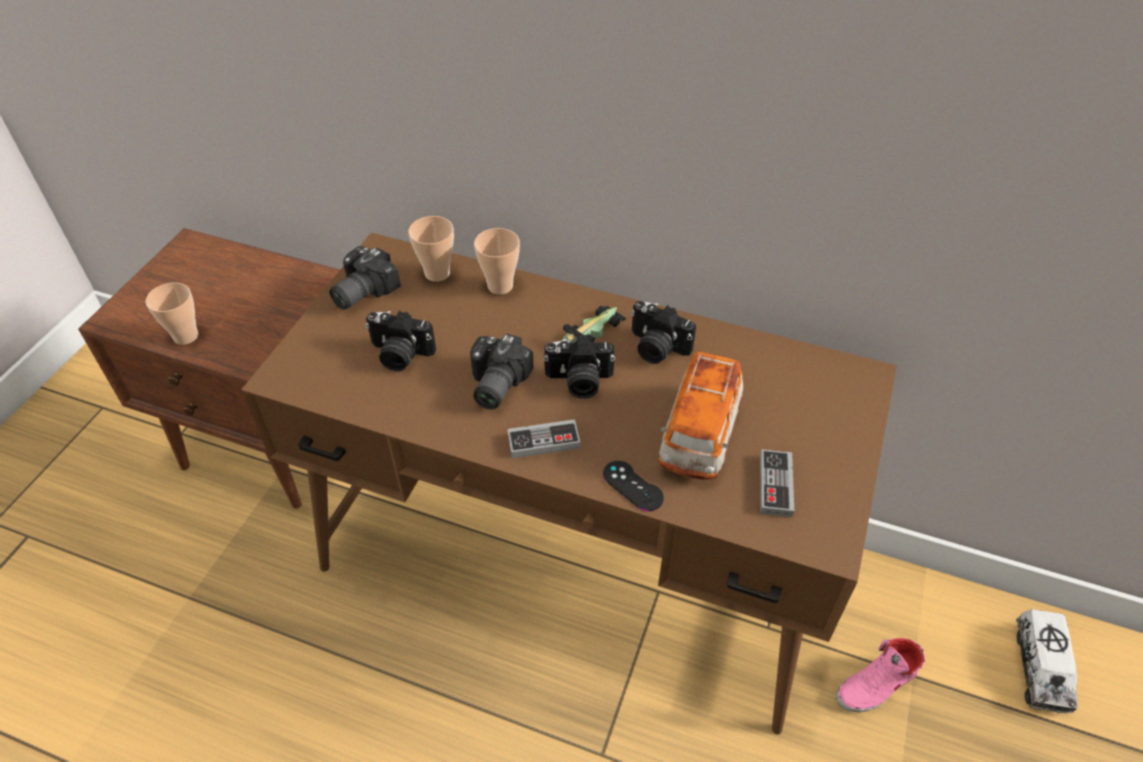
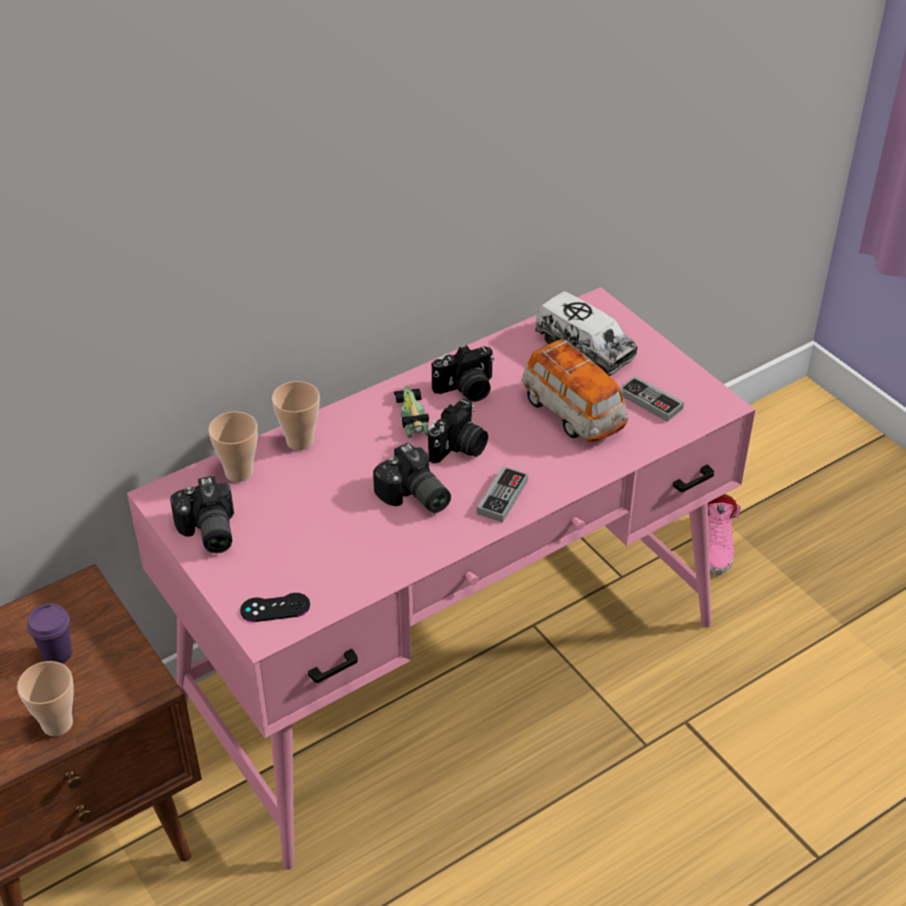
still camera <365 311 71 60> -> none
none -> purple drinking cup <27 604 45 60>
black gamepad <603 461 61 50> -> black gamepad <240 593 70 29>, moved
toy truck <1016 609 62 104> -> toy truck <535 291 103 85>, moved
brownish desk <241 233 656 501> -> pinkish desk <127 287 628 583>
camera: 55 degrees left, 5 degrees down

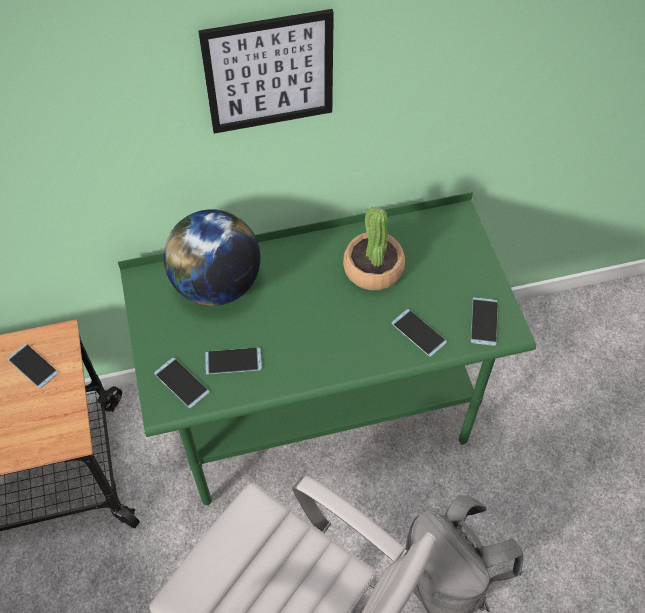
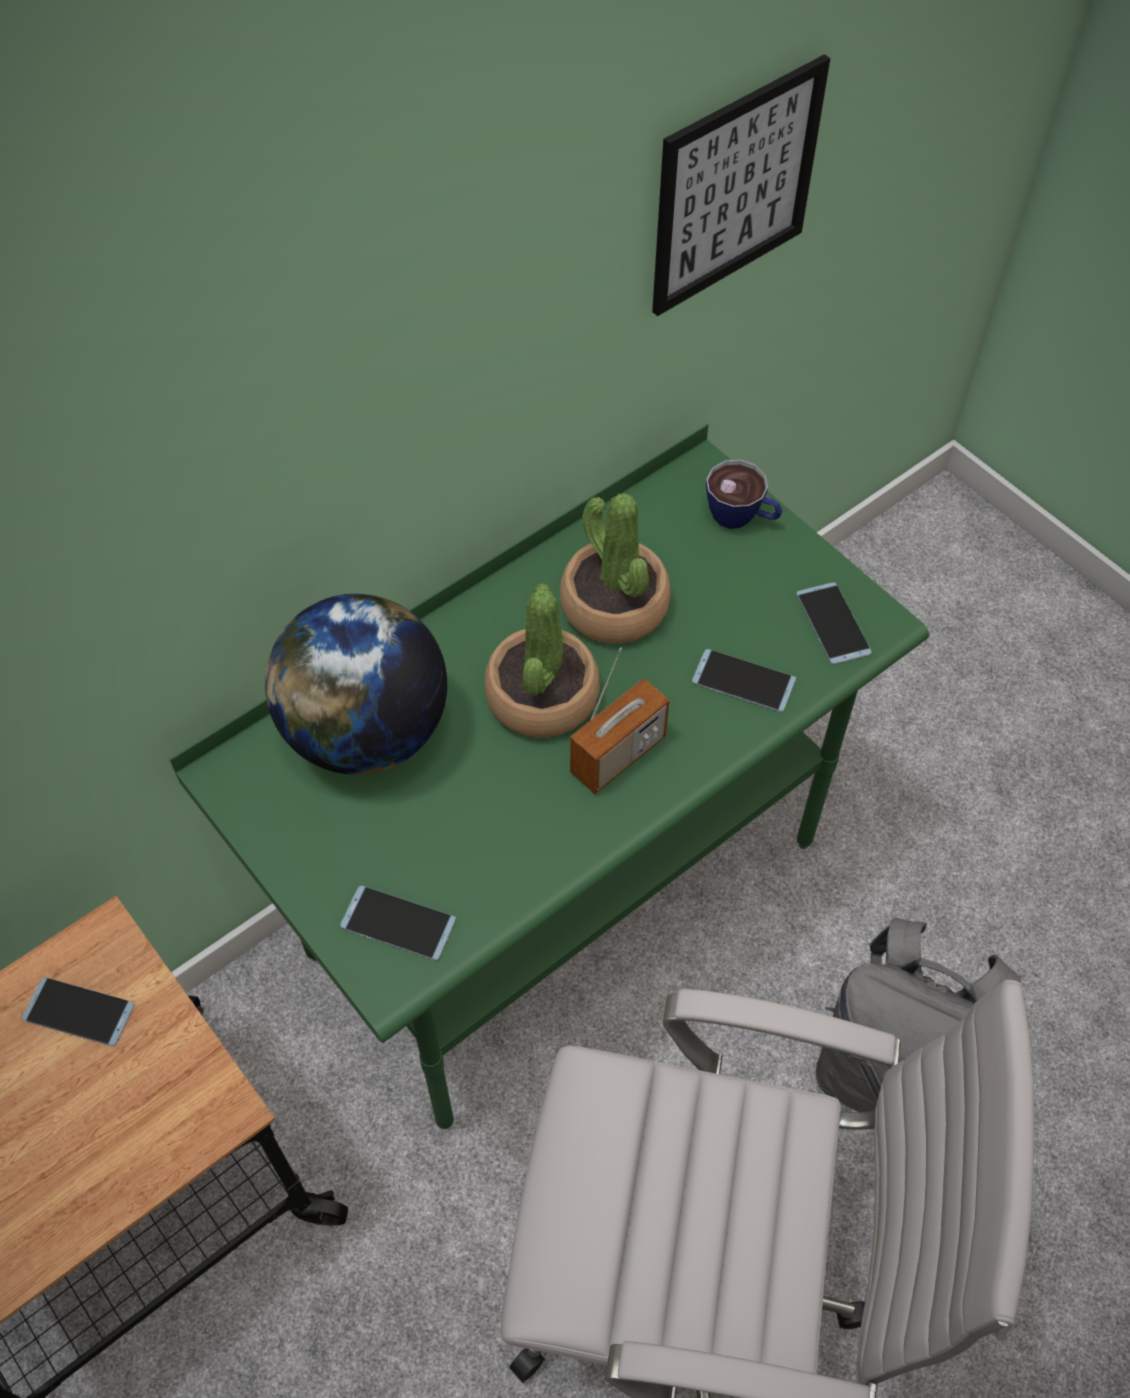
telephone <205 348 57 26> -> none
none -> plant in a pot <484 583 116 155>
none -> radio set <570 647 100 147>
none -> drinking cup <706 459 77 70>
wall art <198 9 136 125> -> wall art <652 54 178 262>, moved
camera: 25 degrees left, 0 degrees up

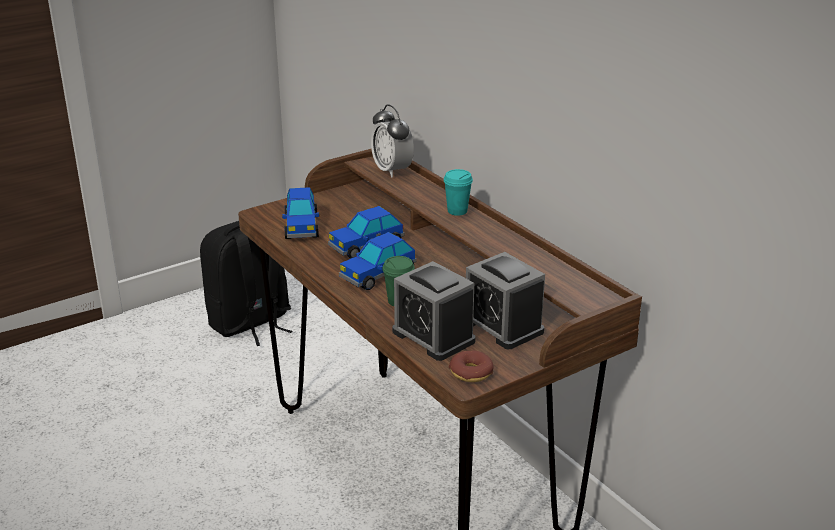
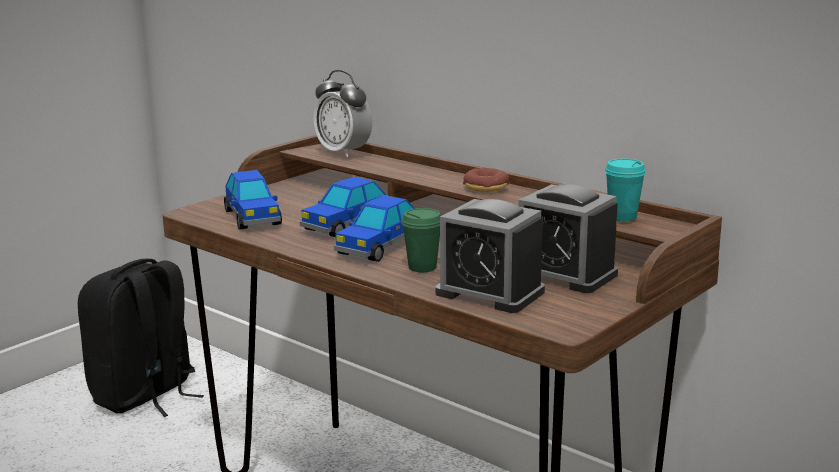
turquoise drinking cup <444 169 29 47> -> turquoise drinking cup <605 159 41 62>, moved
doughnut <449 351 44 31> -> doughnut <463 168 46 24>, moved
camera: 15 degrees left, 10 degrees down

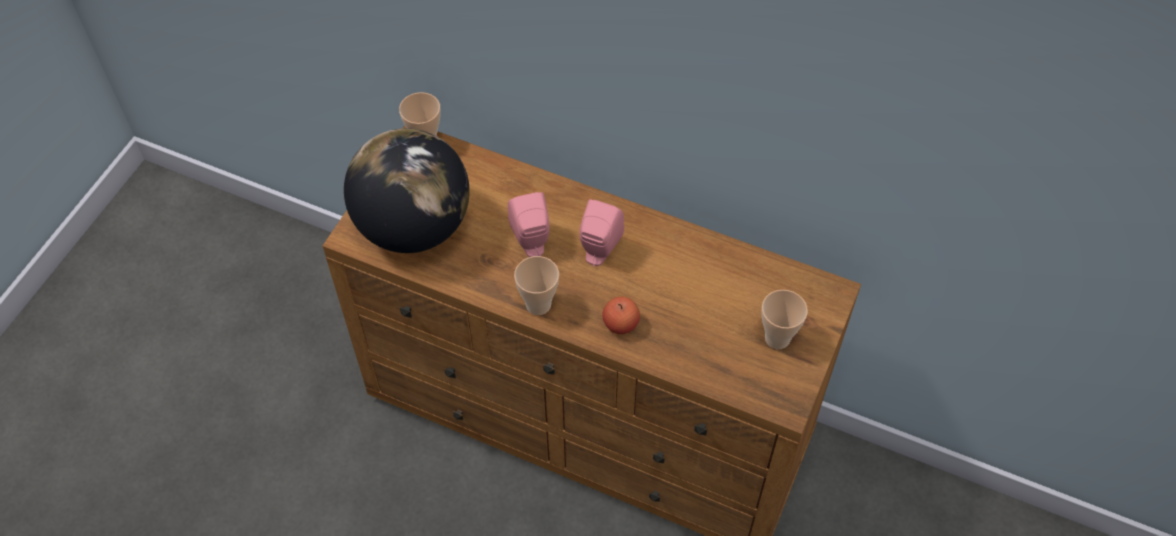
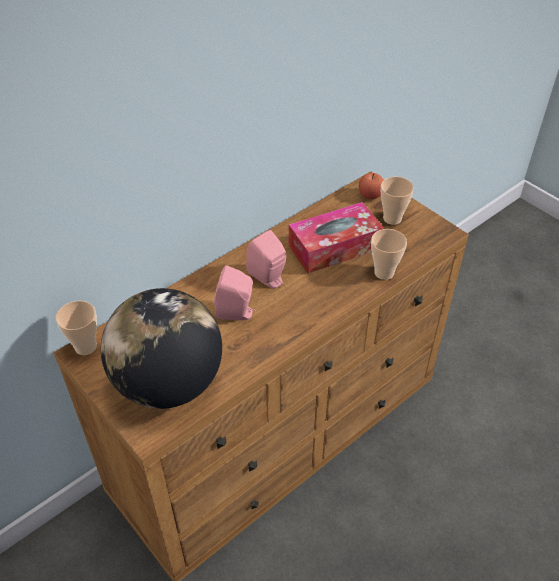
none -> tissue holder <289 202 95 71>
drinking cup <514 256 45 59> -> drinking cup <371 229 36 51>, moved
apple fruit <602 297 38 37> -> apple fruit <359 173 24 26>, moved
camera: 65 degrees left, 10 degrees down

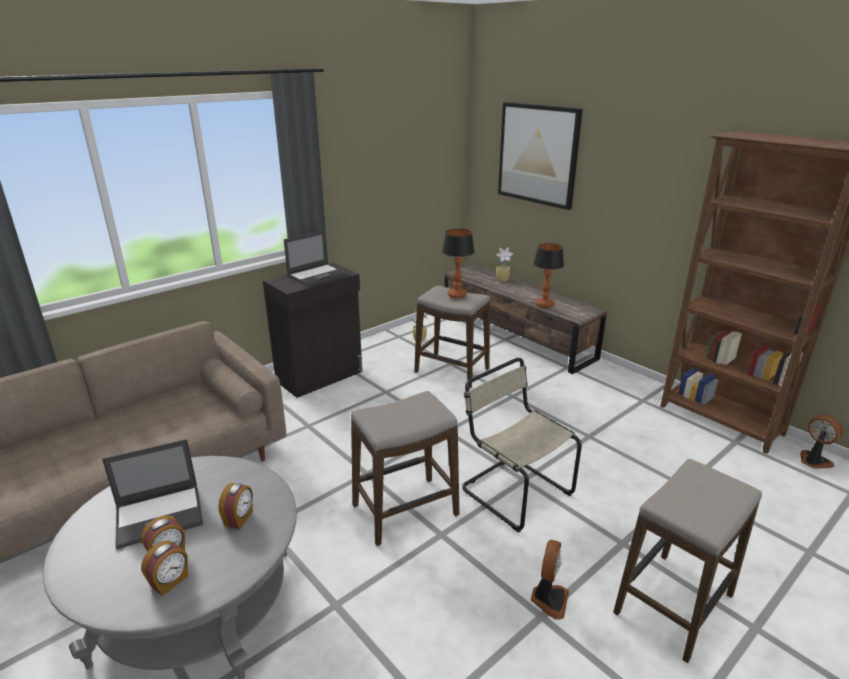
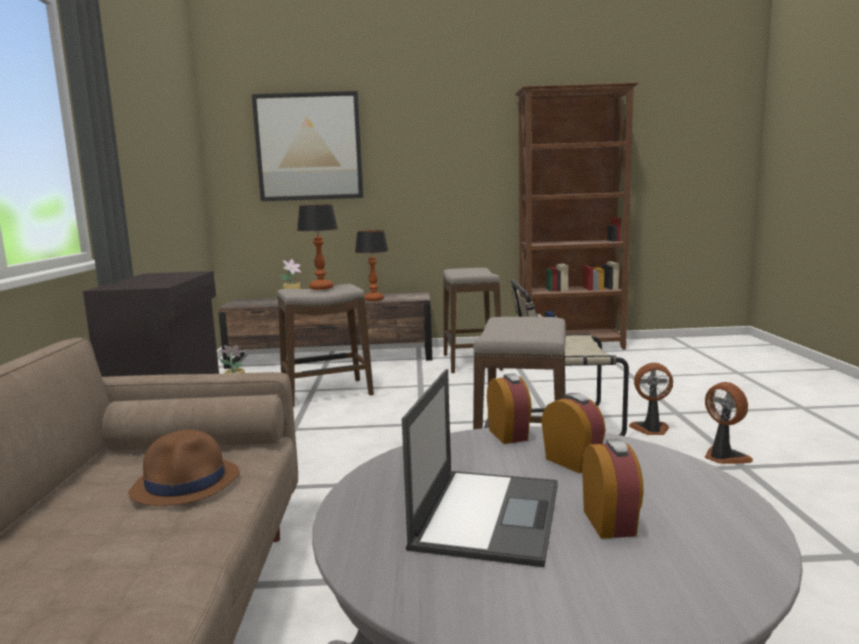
portable computer <284 230 63 56> -> none
none -> brownish clothing hat <128 430 112 76>
alarm clock <141 541 47 55> -> alarm clock <487 374 45 70>, moved
stool <613 459 149 204> -> stool <443 268 60 105>, moved
cooling fan <800 414 43 55> -> cooling fan <629 363 44 72>, moved
camera: 50 degrees left, 15 degrees down

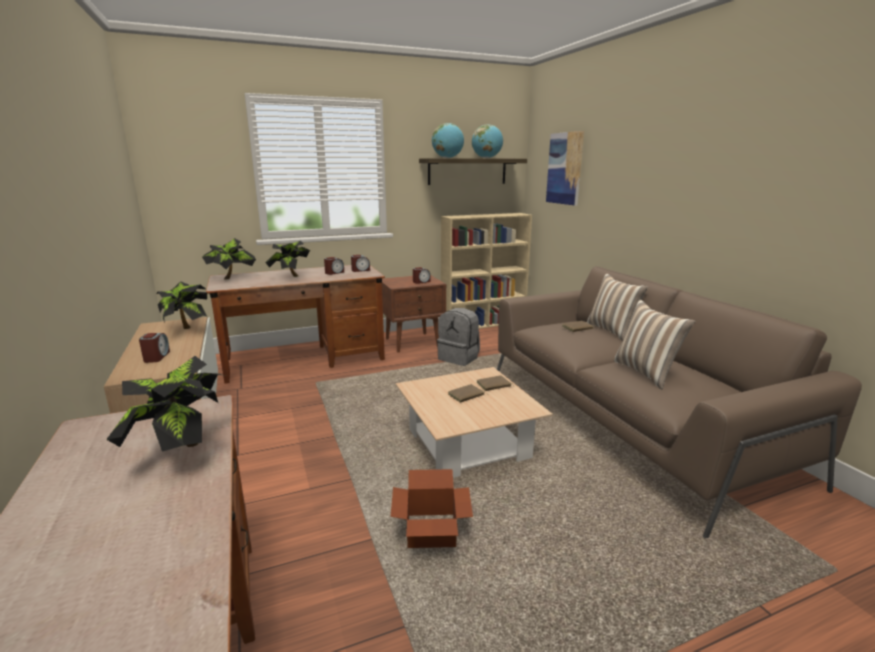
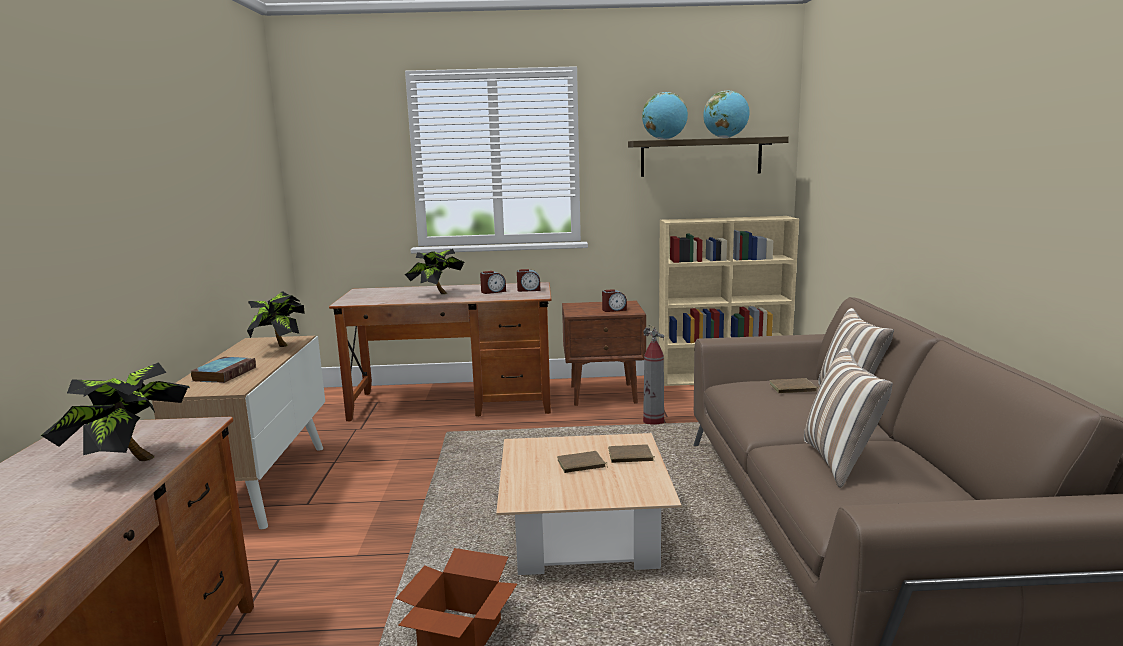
plant in a pot <202 238 54 41> -> none
wall art <546 131 38 75> -> none
alarm clock <139 333 31 30> -> bound book <191 357 65 26>
gray backpack <437 308 43 58> -> fire-fighting cylinder <643 324 21 101>
camera: 20 degrees right, 5 degrees down

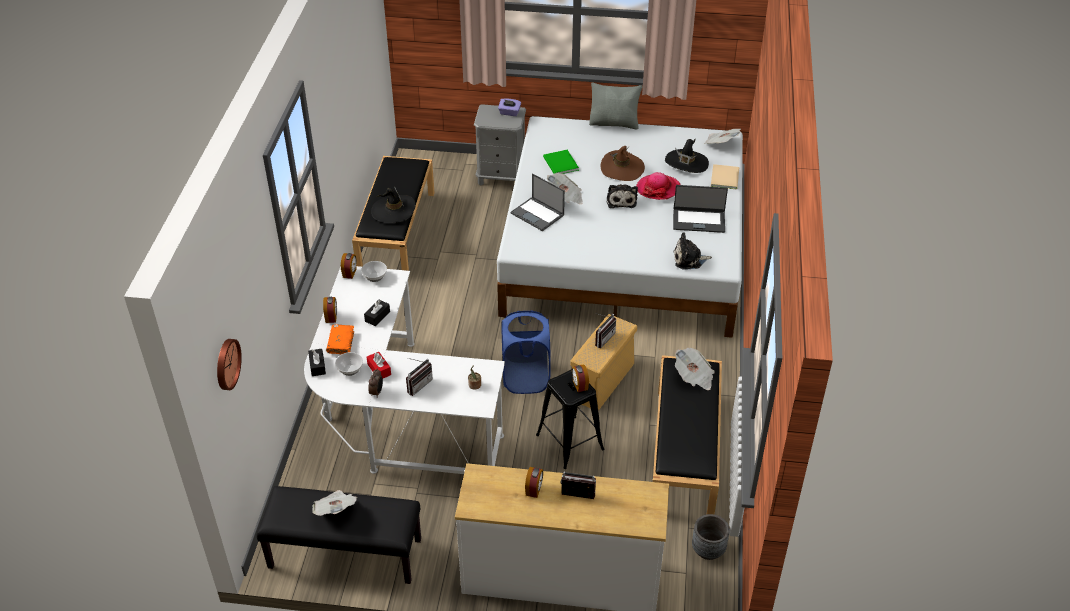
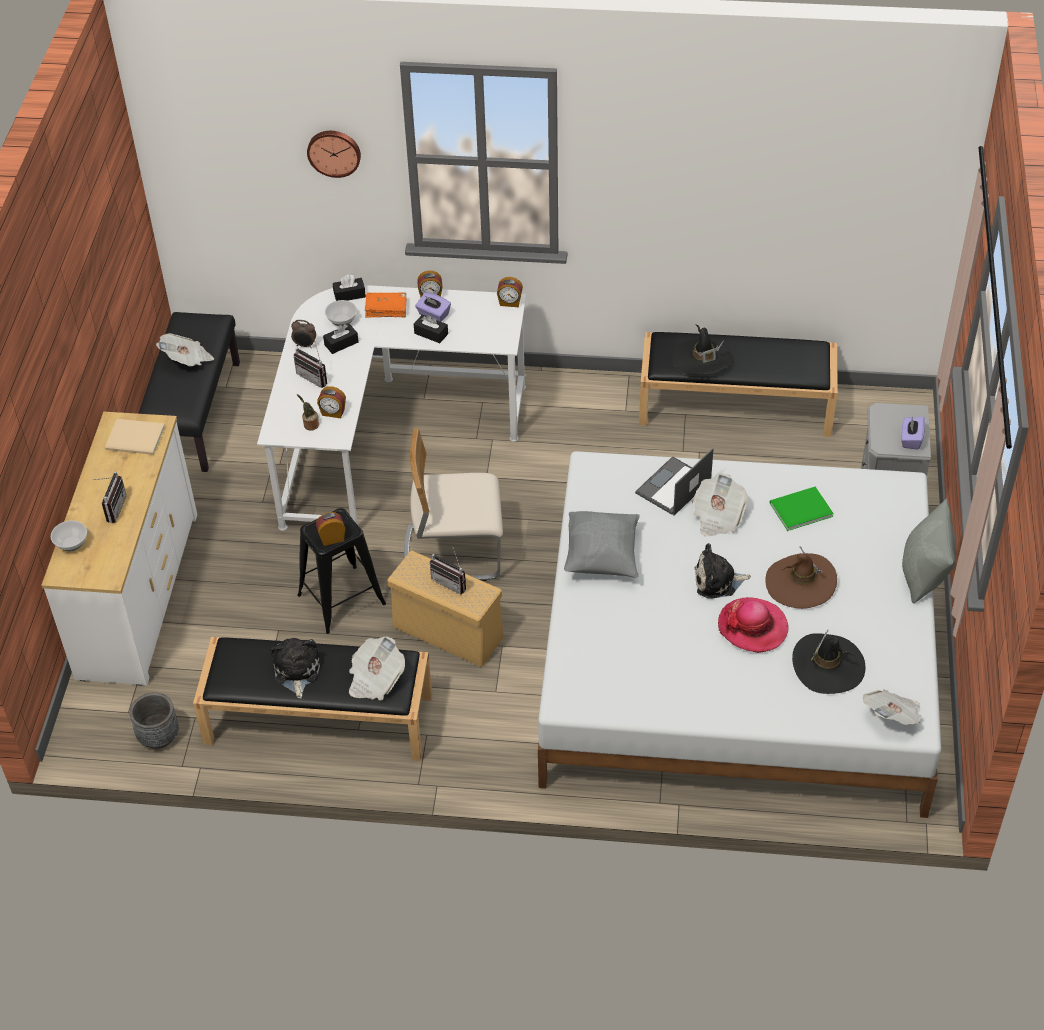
portable computer <673 185 55 48> -> none
none -> purple tissue holder <415 292 36 30>
none -> gray pillow <564 511 76 67>
hanging clock <217 339 25 51> -> hanging clock <307 131 54 47>, moved
deep dish <361 261 26 21> -> deep dish <51 520 36 31>, moved
alarm clock <525 467 18 31> -> alarm clock <317 386 29 32>, moved
cuddly toy <673 232 39 38> -> cuddly toy <270 638 50 61>, moved
beige-coloured bound book <711 164 28 26> -> beige-coloured bound book <105 419 60 36>, moved
blue washing basket <502 310 49 84> -> beige-coloured chair <404 428 99 153>
red tissue holder <367 352 24 26> -> black tissue holder <323 324 36 30>
camera: 90 degrees right, 5 degrees up

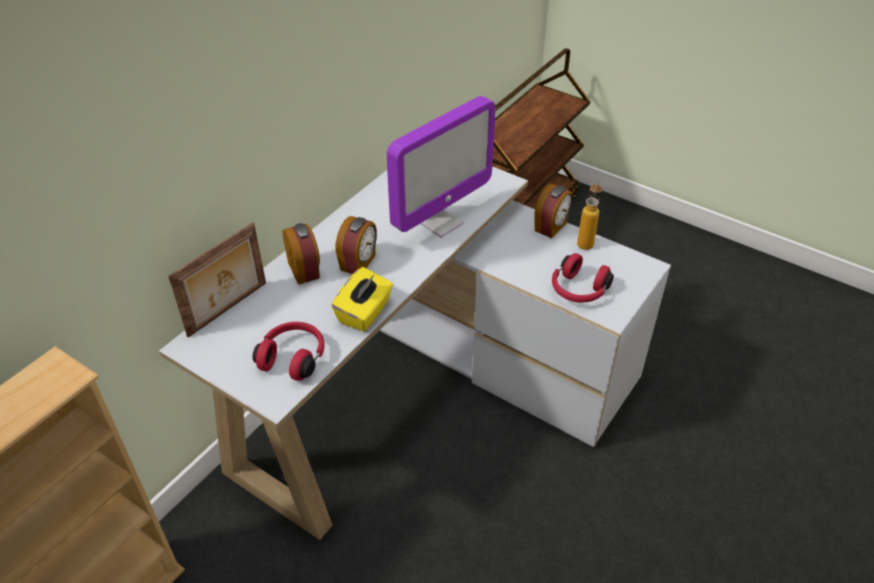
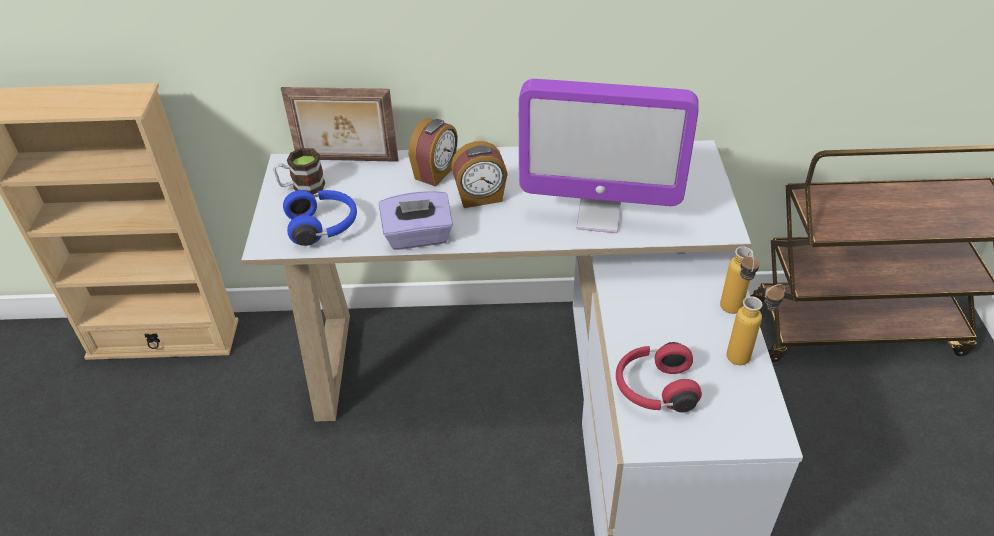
none -> coffee mug <274 148 51 47>
alarm clock <534 184 39 54> -> beverage bottle <720 246 40 68>
red pair of headphones <253 322 72 59> -> blue pair of headphones <283 190 74 56>
yellowish tissue holder <331 267 62 64> -> purple tissue holder <379 191 74 59>
camera: 55 degrees right, 0 degrees up

